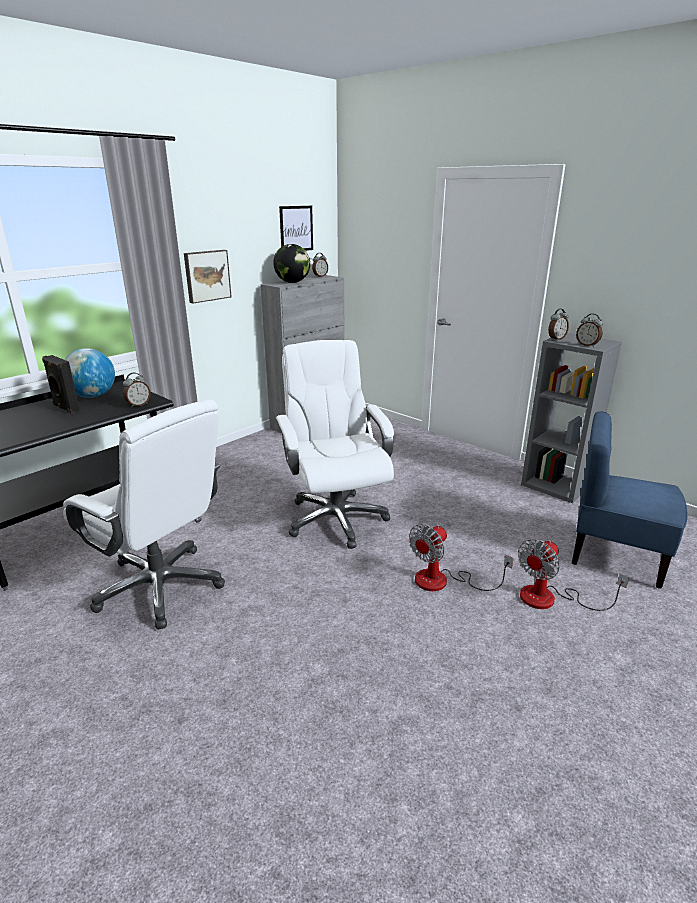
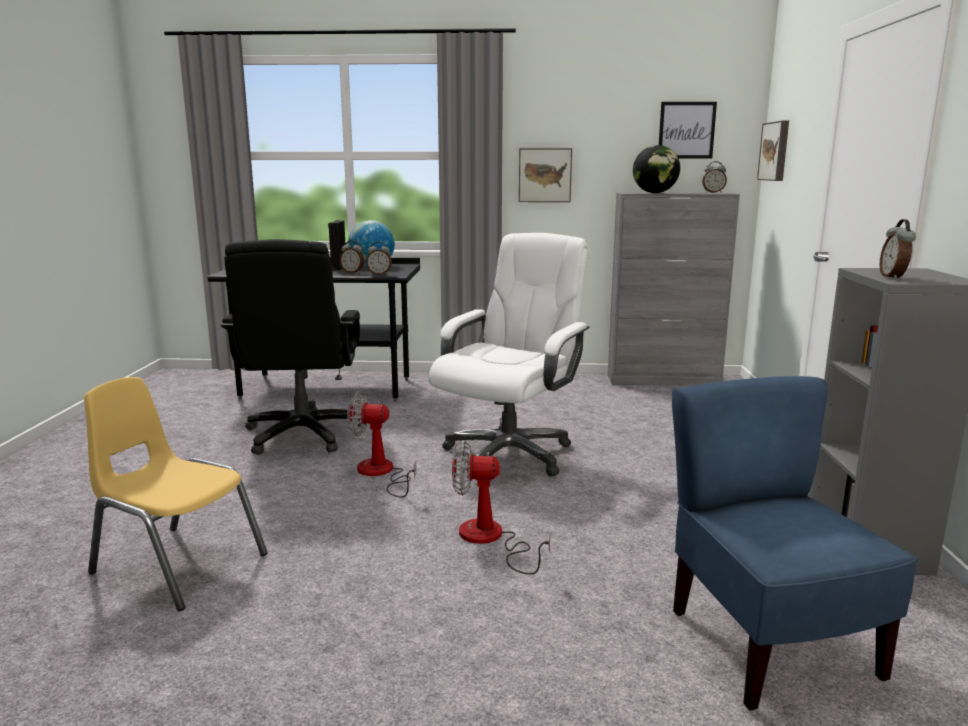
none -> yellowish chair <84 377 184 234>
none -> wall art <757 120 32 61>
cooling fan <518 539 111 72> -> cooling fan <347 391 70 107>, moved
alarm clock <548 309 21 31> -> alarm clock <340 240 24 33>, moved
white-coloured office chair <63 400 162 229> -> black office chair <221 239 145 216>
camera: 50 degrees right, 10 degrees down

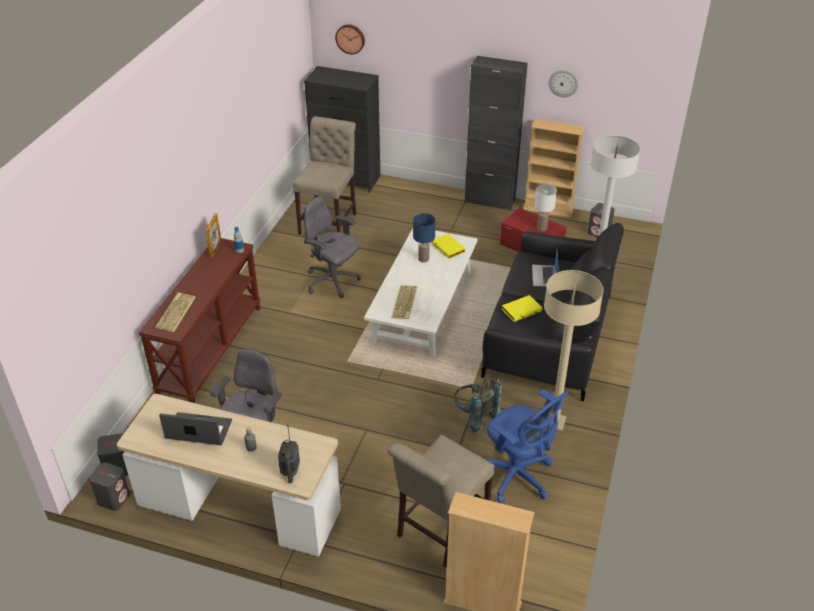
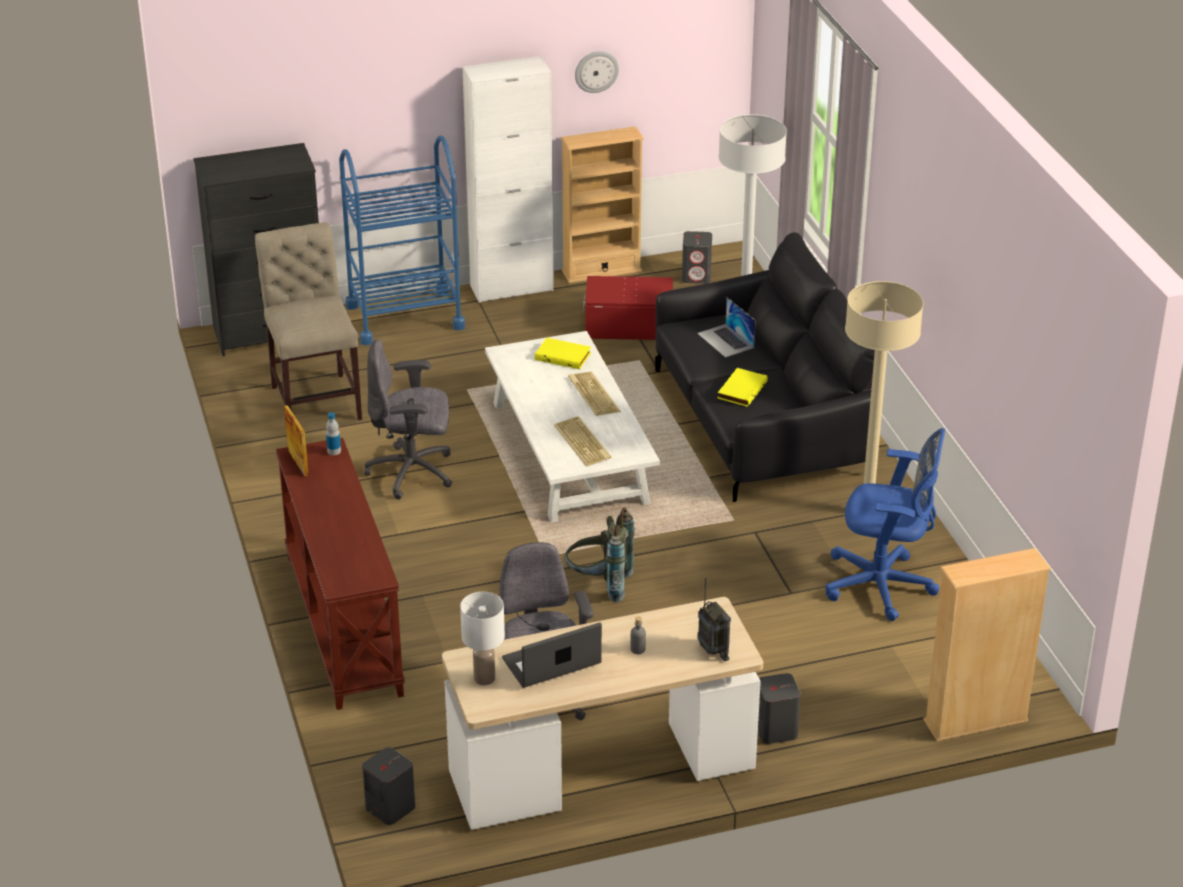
hanging clock <335 24 30 31> -> none
beige-coloured chair <388 435 107 133> -> none
blue table lamp <413 213 23 50> -> none
none -> blue wheeled cart <339 136 126 209>
gray loudspeaker <89 462 41 49> -> gray loudspeaker <758 673 43 71>, moved
PC keyboard <155 293 41 39> -> PC keyboard <568 372 53 44>, moved
gray backpack <454 377 48 56> -> gray backpack <564 507 71 95>, moved
white-coloured table lamp <534 184 23 47> -> white-coloured table lamp <460 592 45 93>, moved
black storage cabinet <465 56 63 155> -> white-coloured storage cabinet <462 56 92 247>
camera: 35 degrees left, 5 degrees down

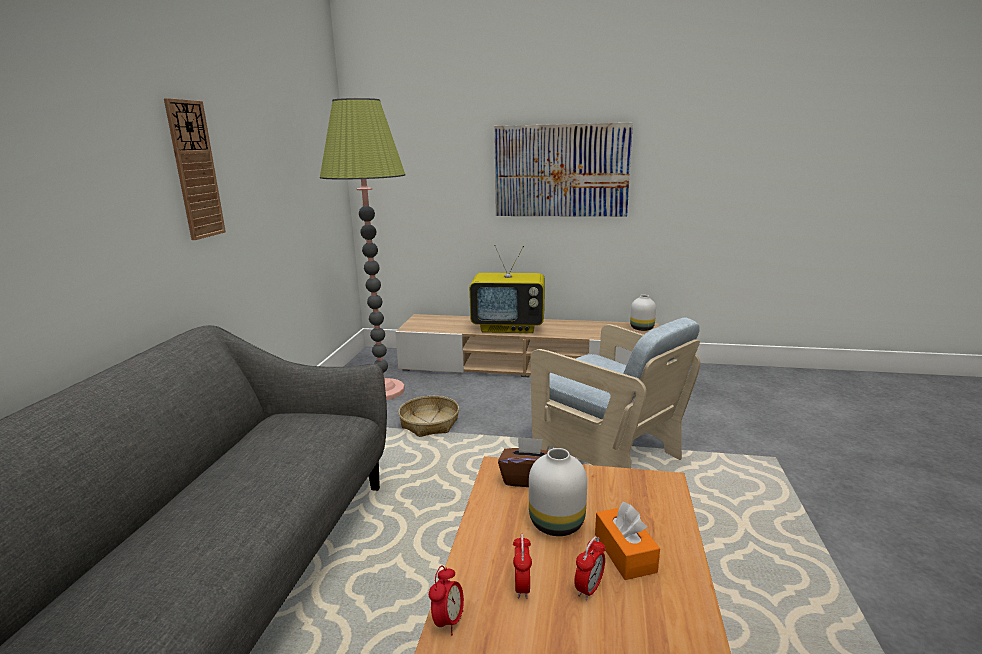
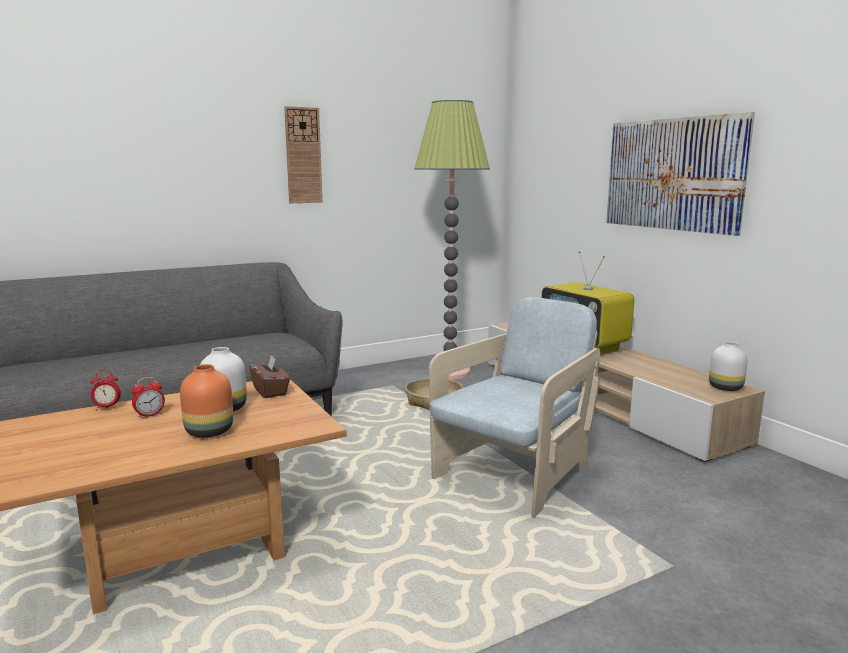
alarm clock <574 536 31 64> -> none
orange tissue holder <595 502 65 78> -> orange flower vase <180 364 53 74>
beige-coloured lounge chair <531 318 169 150> -> beige-coloured lounge chair <429 297 171 221>, 150 degrees counterclockwise
camera: 50 degrees right, 5 degrees down

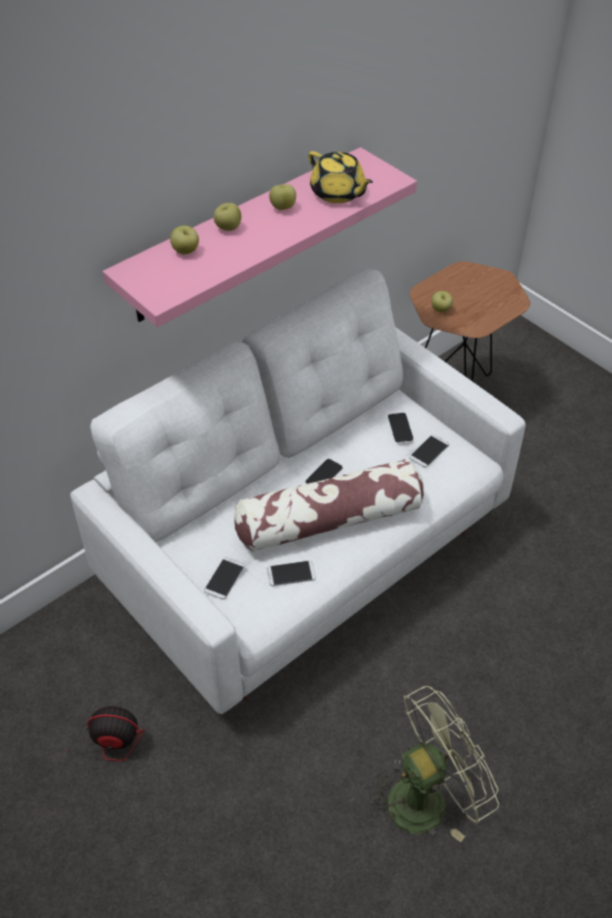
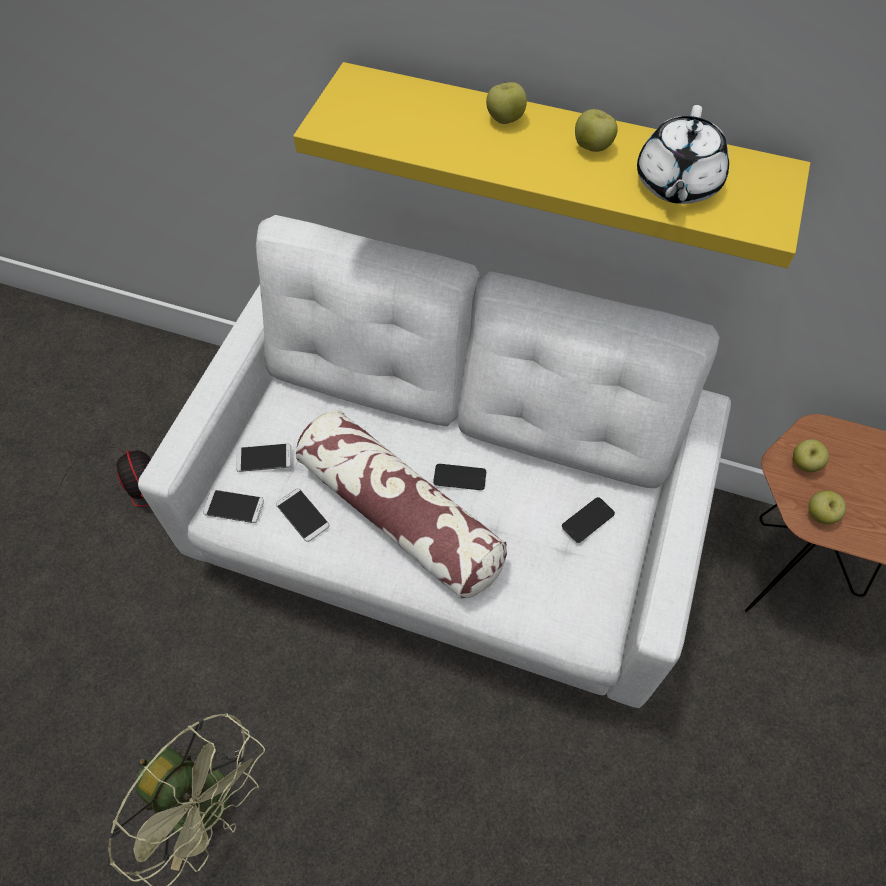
apple fruit <170 226 29 28> -> apple fruit <808 490 38 34>, moved
telephone <409 435 40 32> -> telephone <203 490 61 33>, moved
pinkish wall shelf <103 147 314 180> -> yellowish wall shelf <293 62 517 206>
yellowish teapot <308 151 65 52> -> white-coloured teapot <637 105 92 99>
camera: 60 degrees right, 10 degrees up

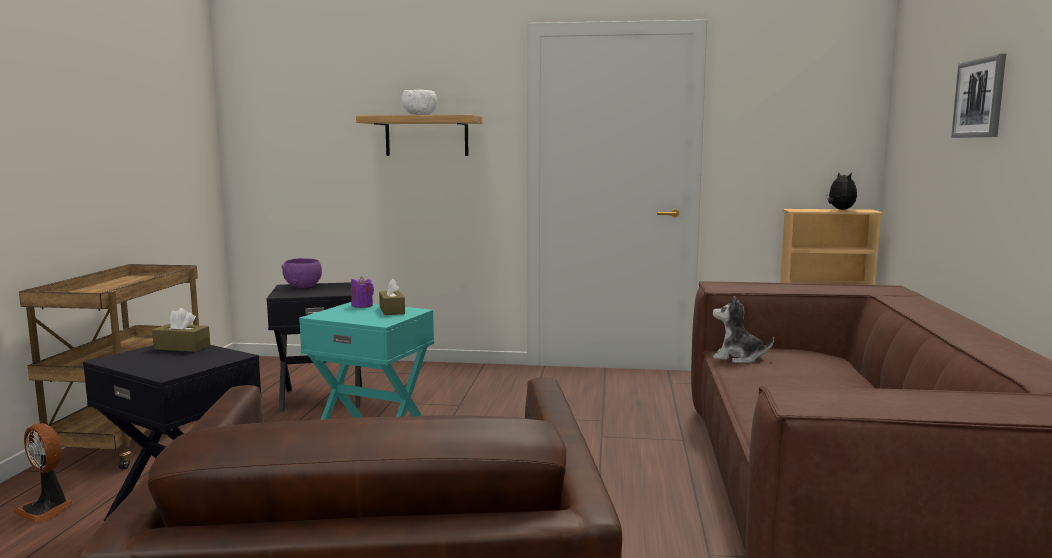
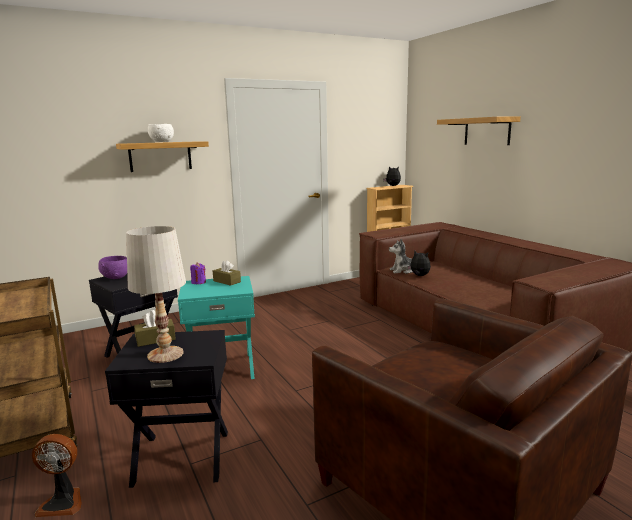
none -> white-coloured table lamp <126 226 60 137>
none -> cuddly toy <407 250 24 26>
wall art <951 54 55 84> -> wall shelf <437 117 84 28>
camera: 35 degrees left, 5 degrees up

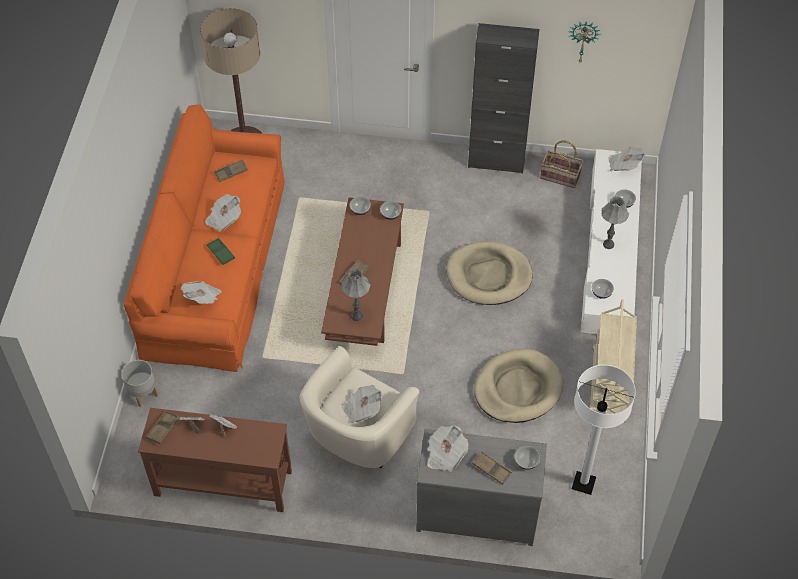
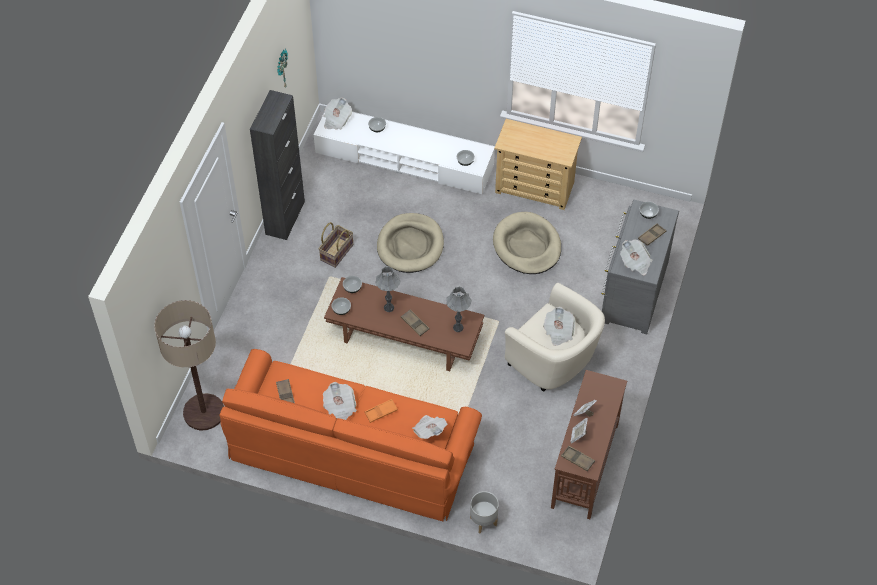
white-coloured floor lamp <572 365 64 130> -> none
basket <540 140 43 48> -> basket <319 222 34 46>, moved
gray table lamp <602 196 27 53> -> gray table lamp <375 266 26 46>, moved
beige-coloured wheeled cart <590 300 47 122> -> beige-coloured dresser <494 119 88 91>
green-coloured carrying tray <207 238 28 27> -> orange carrying tray <365 399 33 24>
camera: 80 degrees left, 0 degrees up

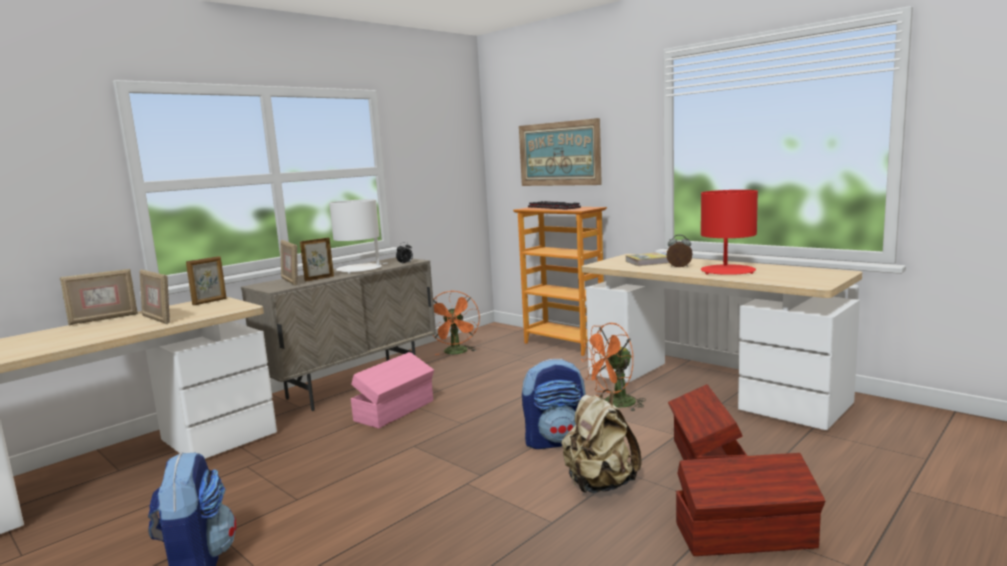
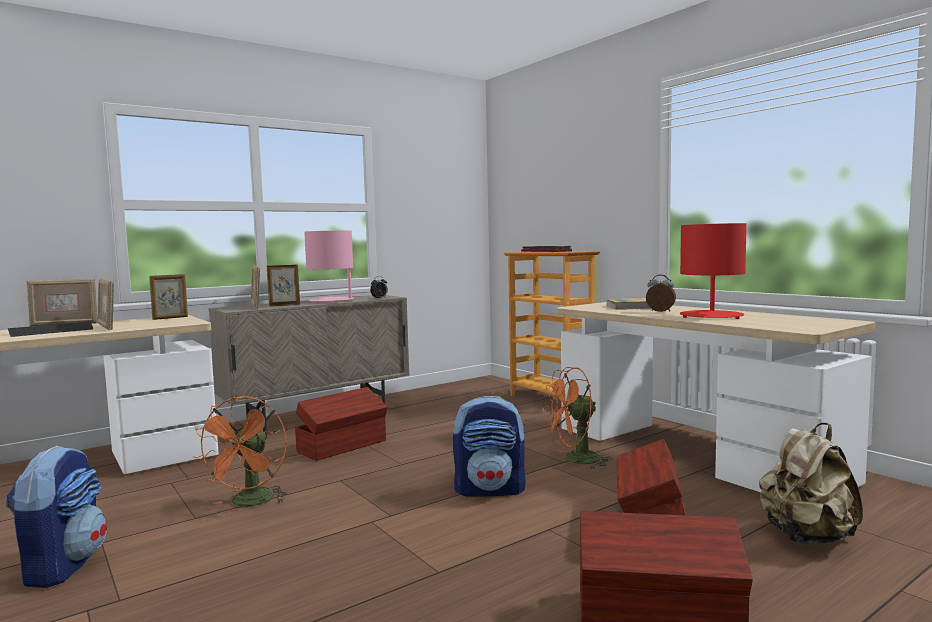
wall art <519 118 83 68> -> none
none -> PC keyboard <8 321 85 16>
orange cooling fan <433 291 47 64> -> orange cooling fan <194 396 94 111>, moved
beige-coloured backpack <561 389 80 104> -> beige-coloured backpack <759 423 104 121>, moved
white-coloured table lamp <329 199 59 75> -> pinkish table lamp <304 230 56 73>
pinkish storage bin <351 352 83 76> -> brownish storage bin <295 387 93 74>
camera: 10 degrees right, 5 degrees down

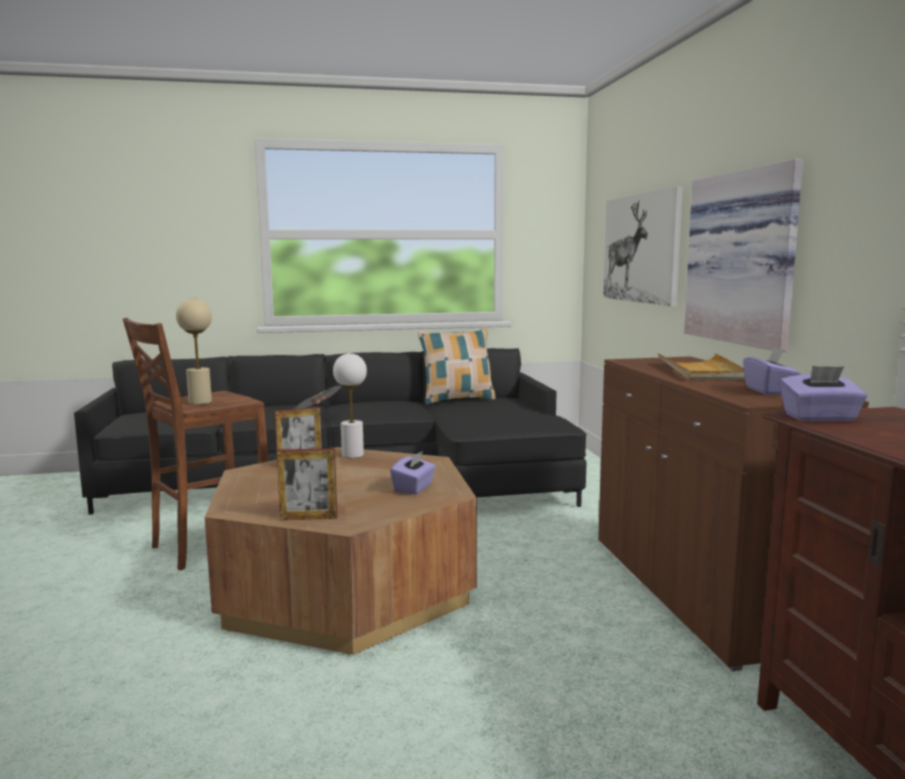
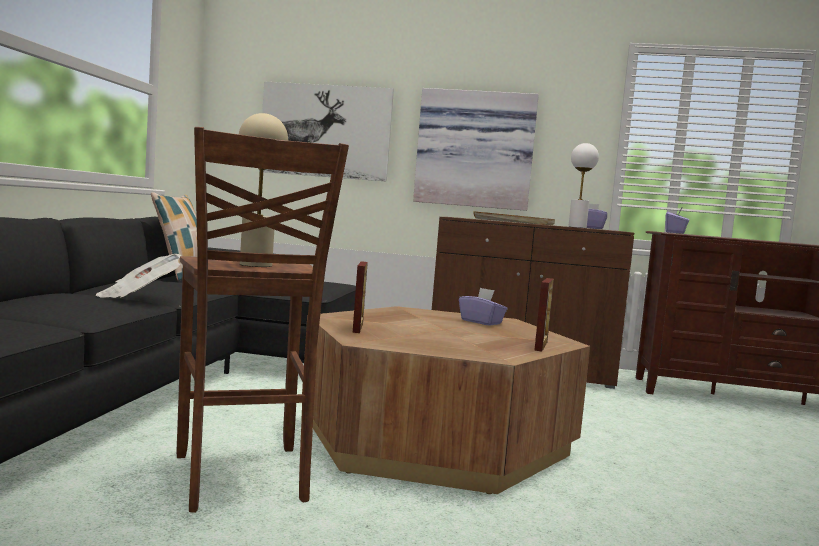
white-coloured table lamp <333 353 34 105> -> white-coloured table lamp <568 143 31 85>, moved
camera: 70 degrees left, 5 degrees down

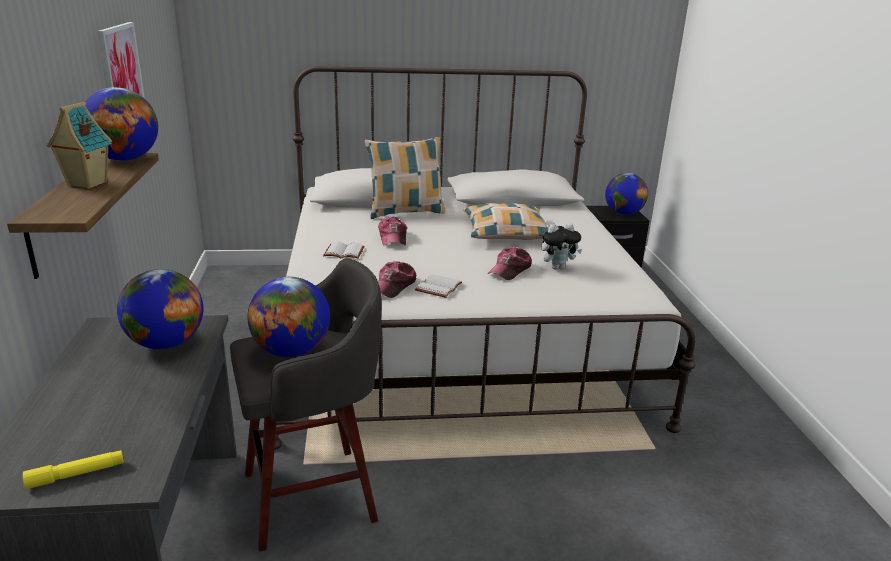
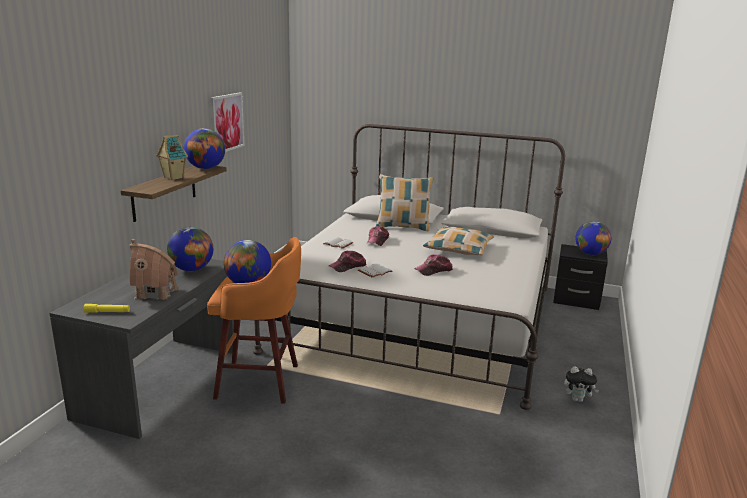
none -> model house <129 239 49 61>
cuddly toy <541 223 41 47> -> cuddly toy <564 366 35 36>, moved
gray stool <230 258 152 294> -> orange stool <207 237 94 167>
camera: 25 degrees right, 5 degrees down

